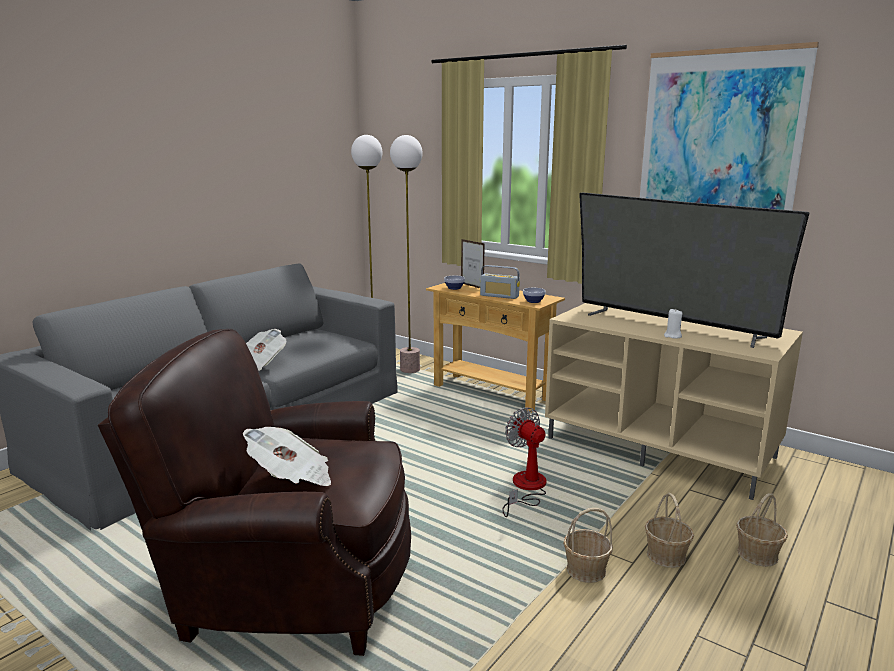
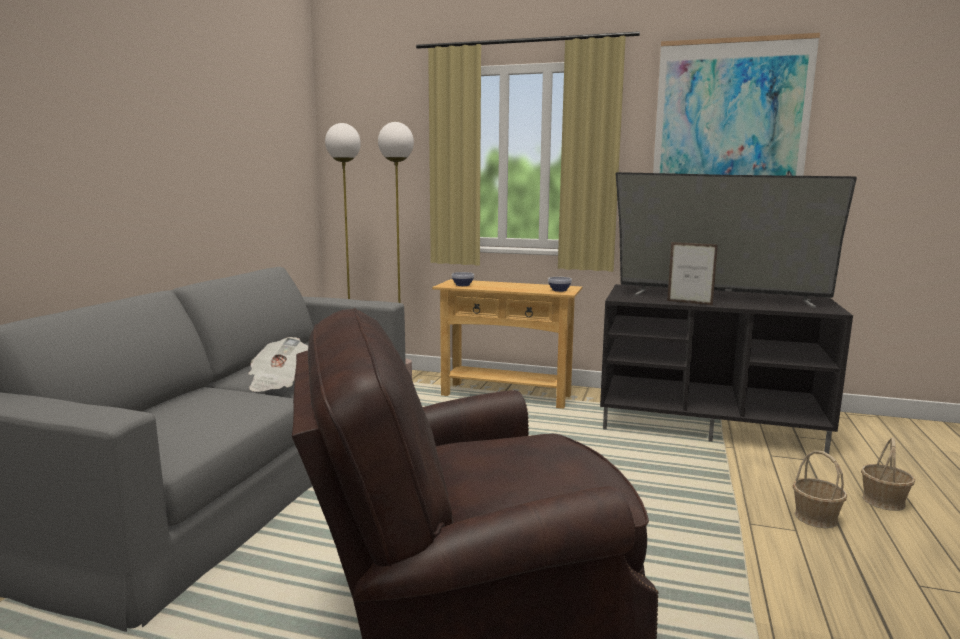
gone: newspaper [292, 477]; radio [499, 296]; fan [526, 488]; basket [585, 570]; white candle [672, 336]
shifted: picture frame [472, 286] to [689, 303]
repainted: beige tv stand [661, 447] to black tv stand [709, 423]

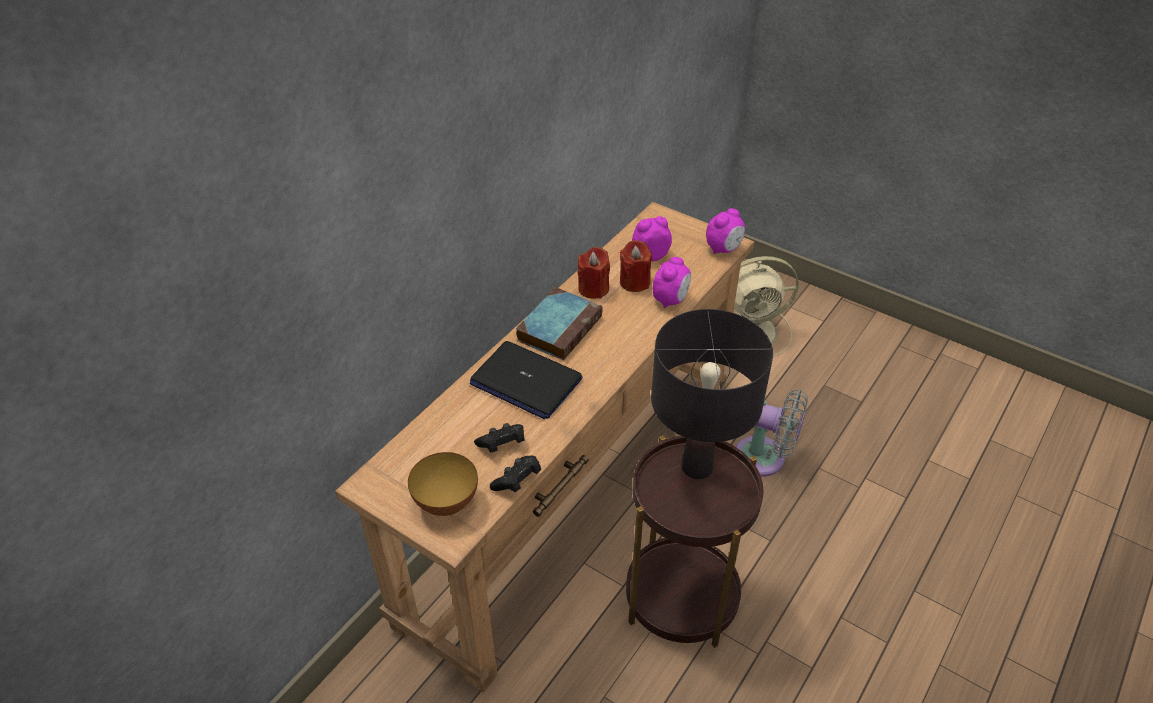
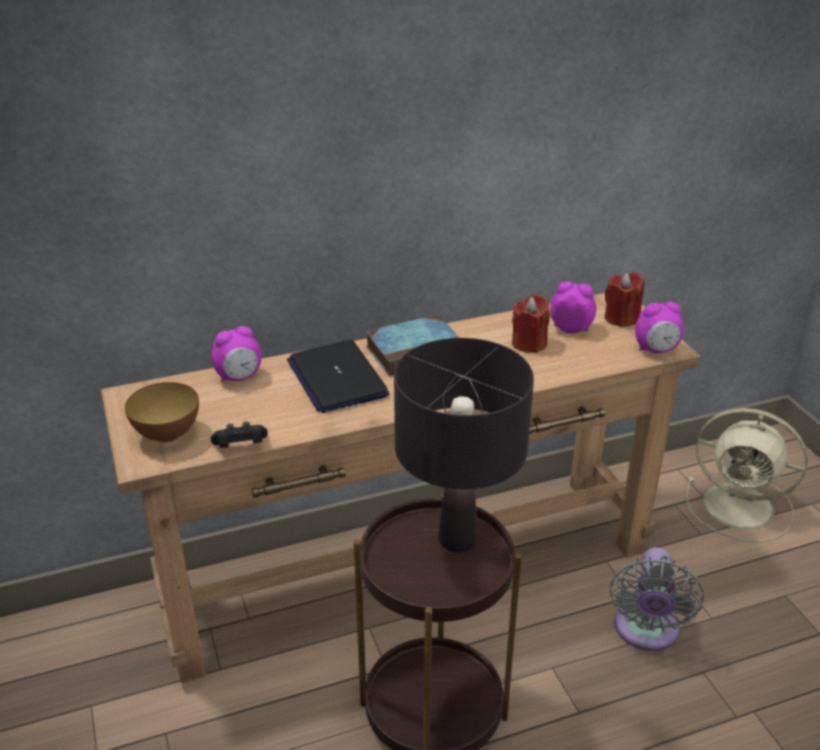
gone: black game controller [502, 445]
shifted: red candle [593, 289] to [621, 318]; alarm clock [670, 300] to [239, 377]
rotated: grey fan [765, 458] = [645, 632] 45 degrees clockwise

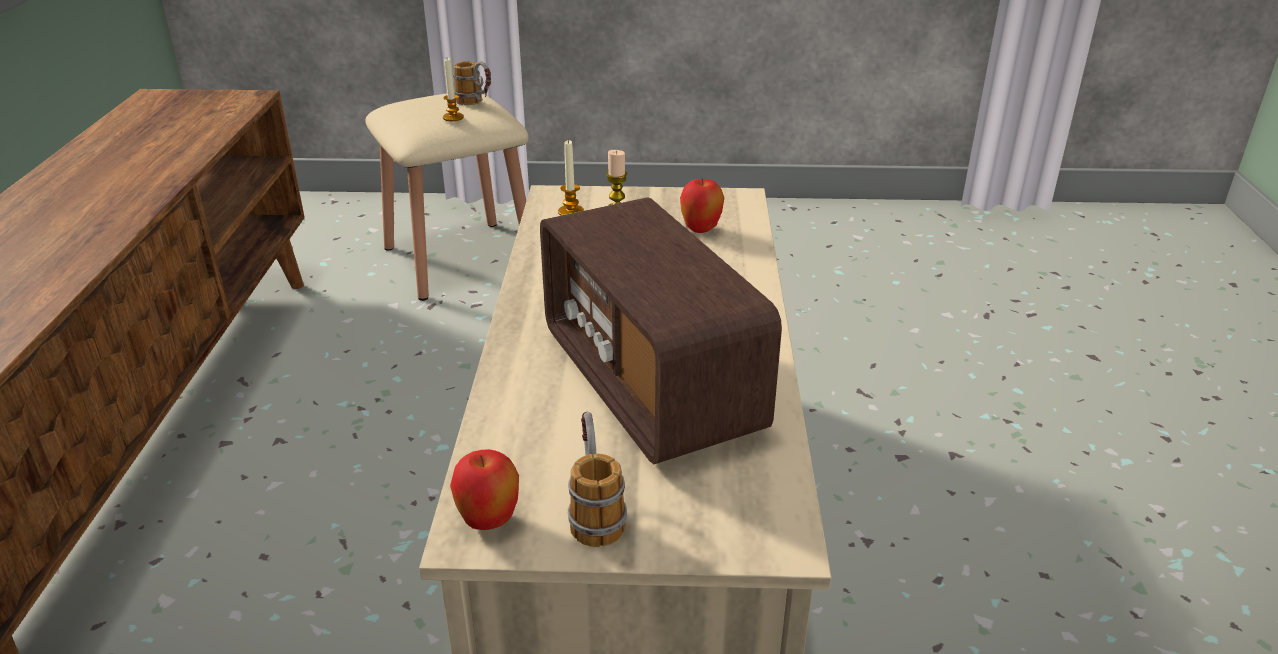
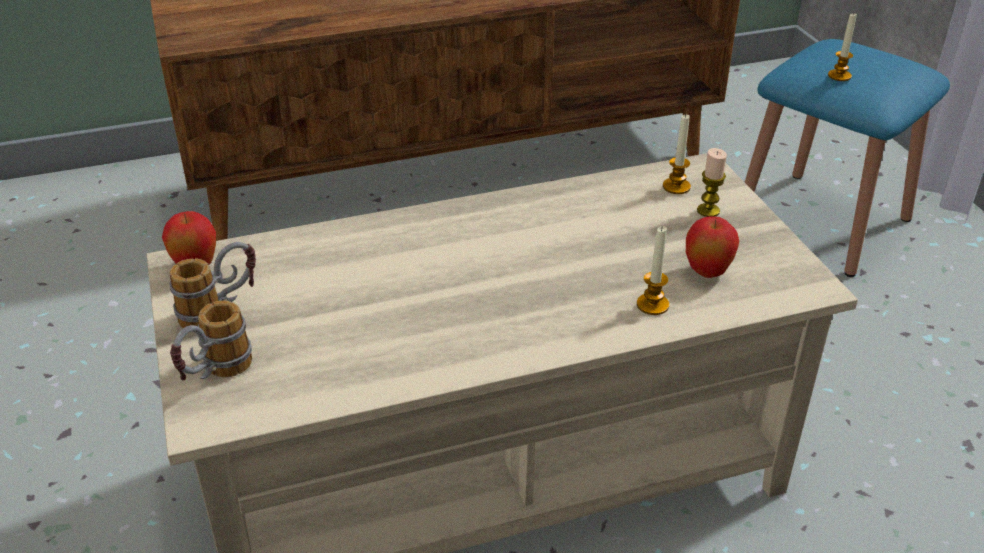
gone: radio [650, 384]
new: candle [652, 305]
shifted: mug [476, 104] to [215, 376]
repainted: beige stool [459, 259] to blue stool [821, 221]

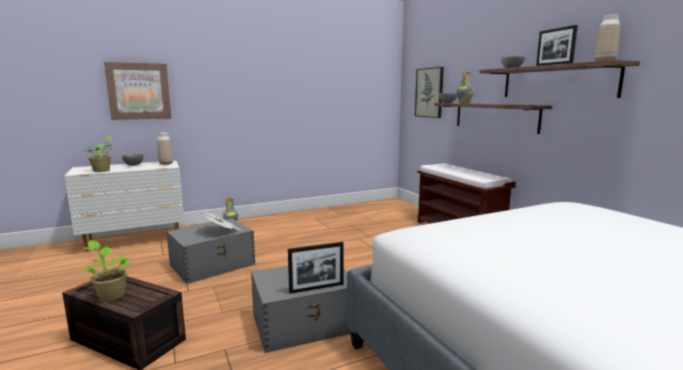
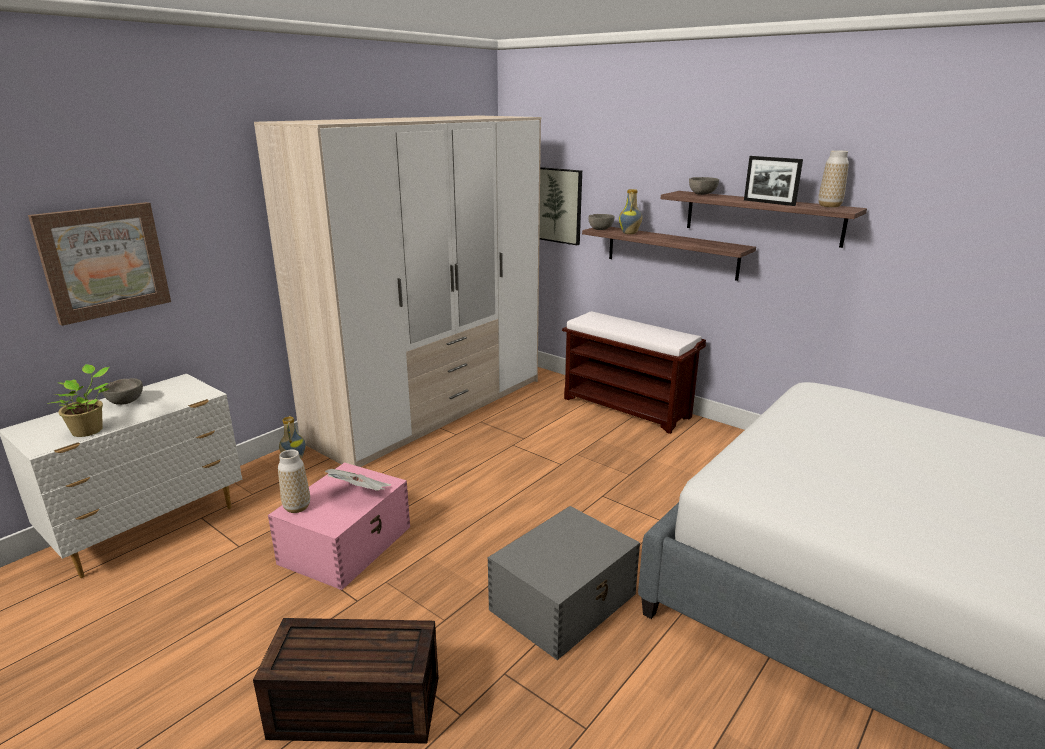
gone: potted plant [110, 295]; picture frame [316, 288]
new: wardrobe [432, 409]
shifted: vase [166, 164] to [297, 507]
repainted: grey storage box [213, 264] to pink storage box [347, 544]

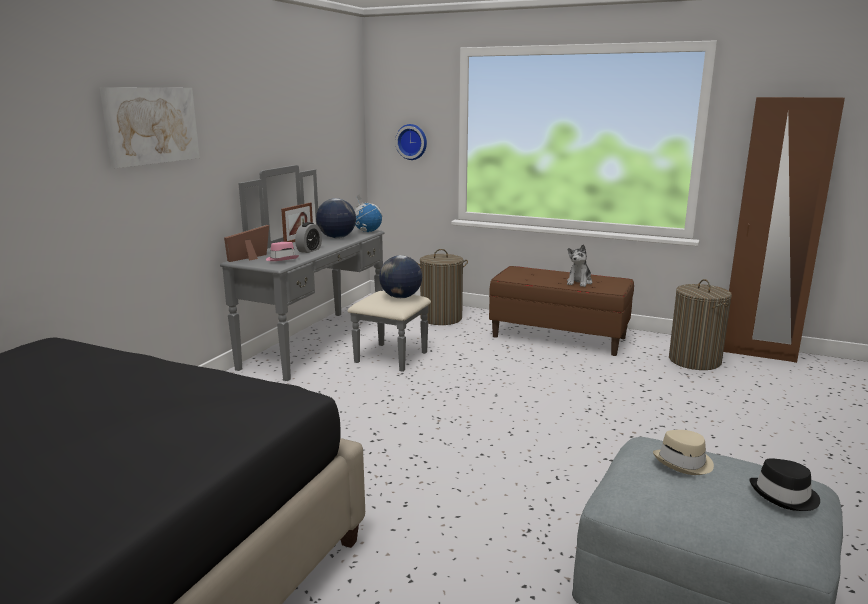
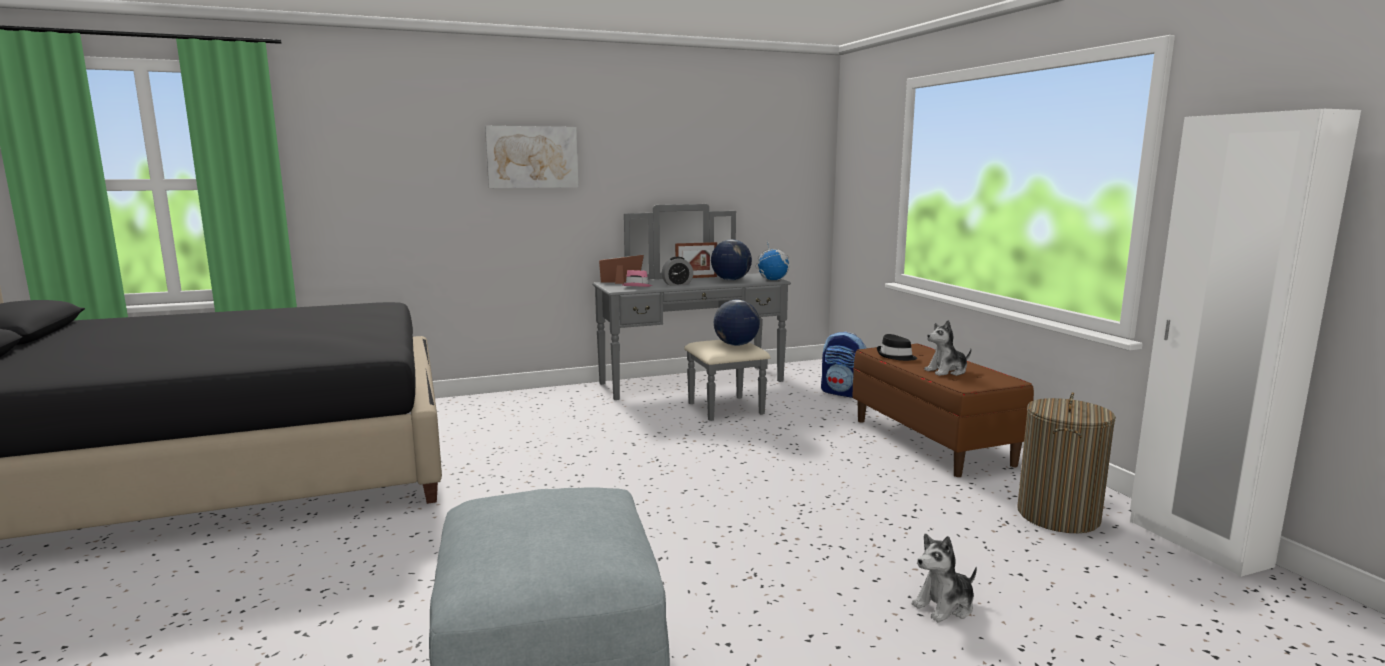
gone: wall clock [412, 142]; beige hat [684, 462]
new: plush toy [945, 606]
shifted: black hat [785, 496] to [896, 356]
swapped: laundry basket [441, 318] to backpack [844, 393]
repainted: brown wardrobe [757, 352] to white wardrobe [1196, 543]

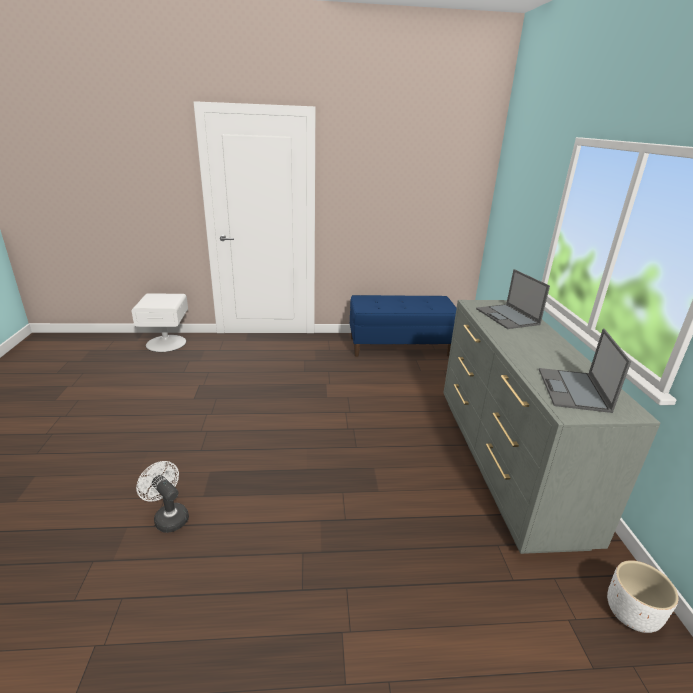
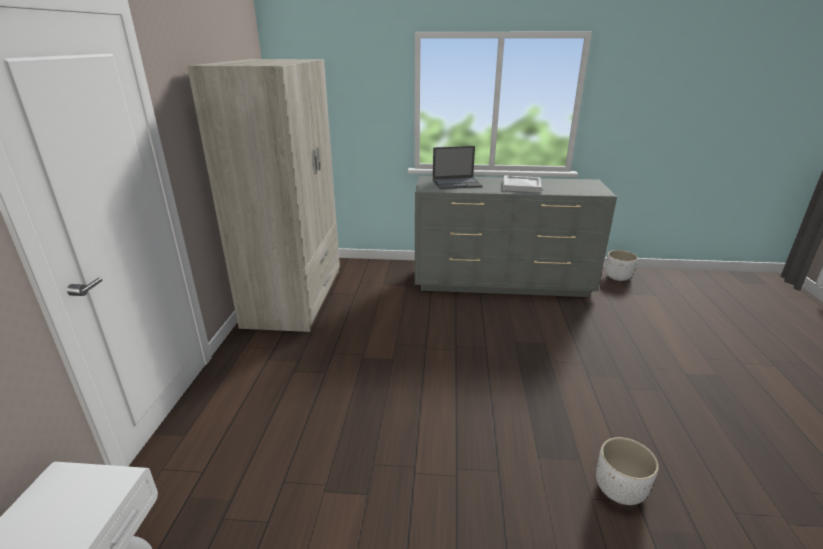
gone: laptop [573, 390]
new: white tray [520, 186]
swapped: white fan [168, 517] to white planter [620, 489]; blue bench [400, 346] to beige wardrobe [295, 297]

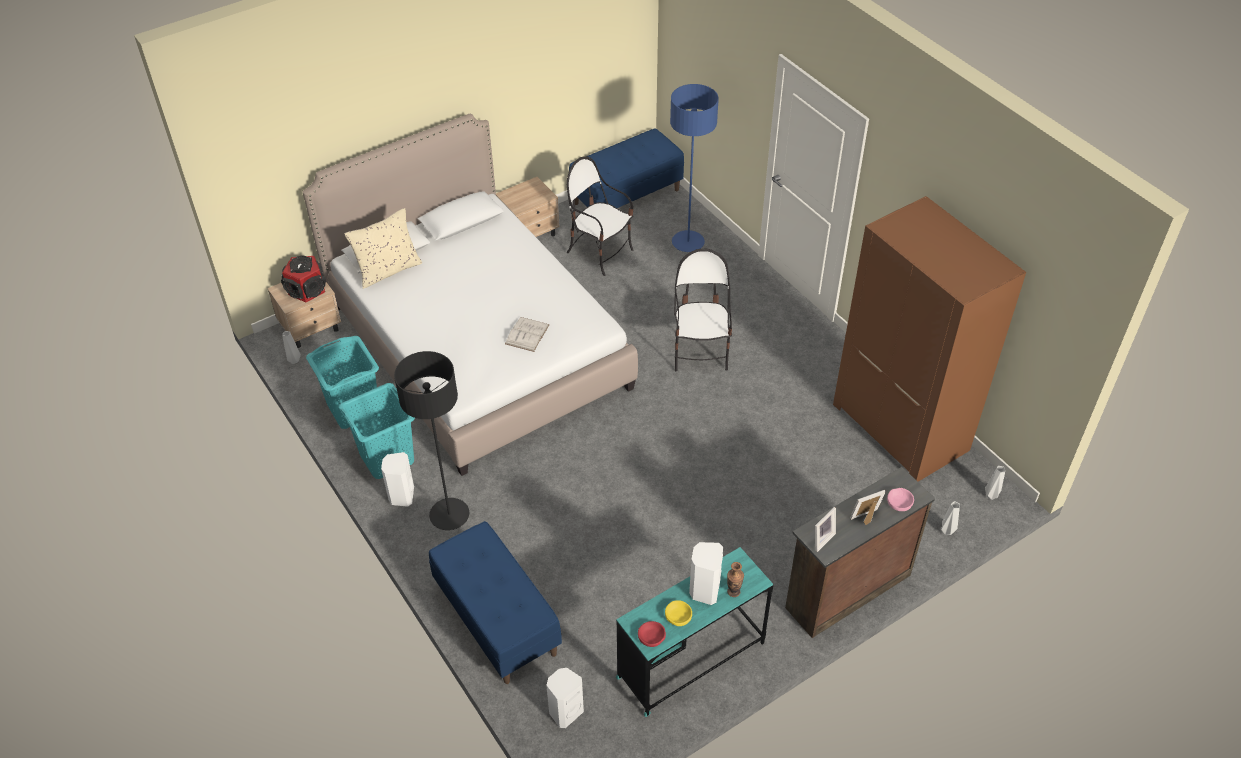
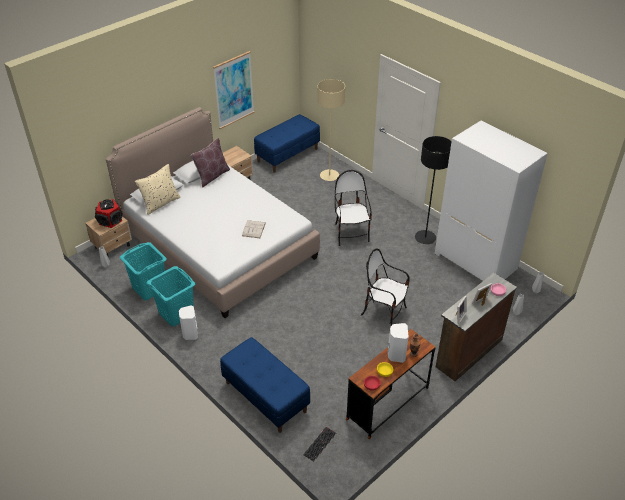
new: brown pillow [212, 176]; picture [234, 90]
shifted: black floor lamp [449, 515] to [425, 238]; chair [600, 253] to [384, 312]
swapped: white speaker [565, 711] to keyboard [319, 443]
repainted: turquoise desk [691, 660] to brown desk [388, 403]; blue floor lamp [688, 242] to beige floor lamp [329, 176]; brown wardrobe [901, 428] to white wardrobe [476, 261]

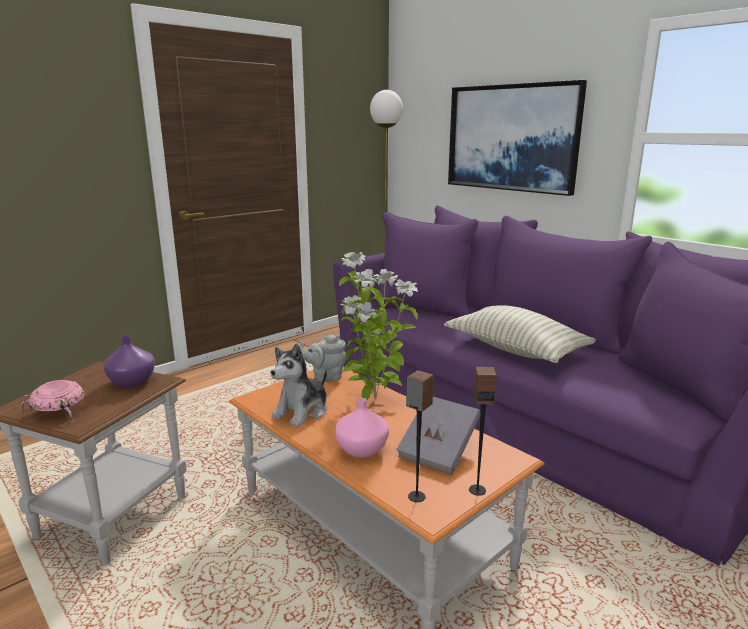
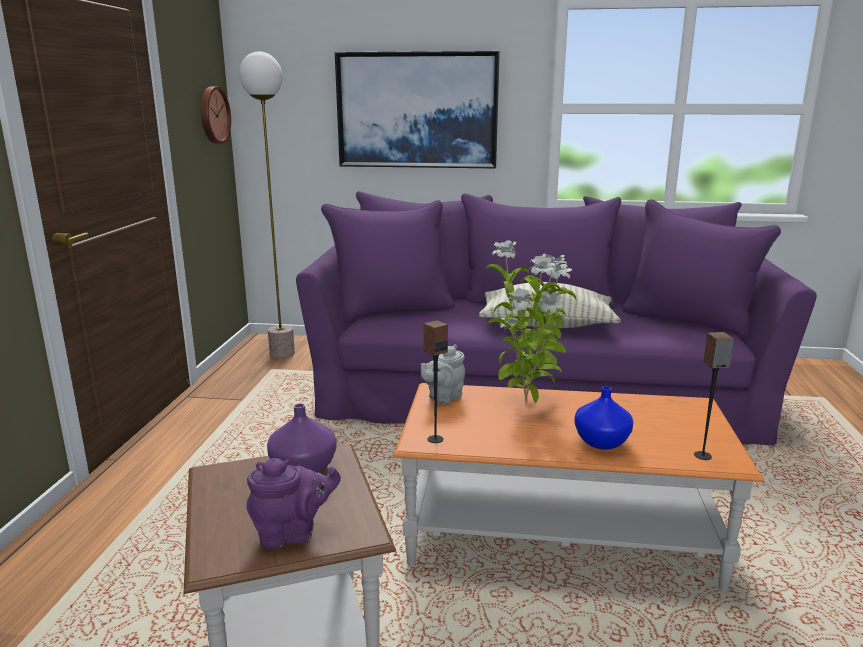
gone: plush toy [302, 411]; grey book [438, 450]
new: wall clock [213, 115]
shifted: speaker [477, 490] to [435, 439]
swapped: pink bowl [59, 411] to purple teapot [292, 533]
repainted: pink vase [361, 449] to blue vase [600, 442]

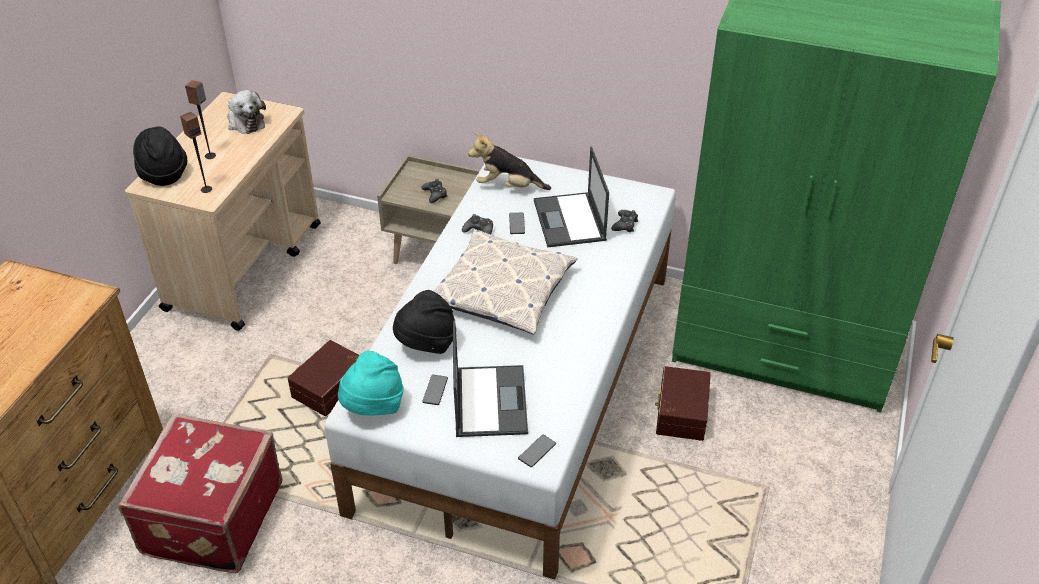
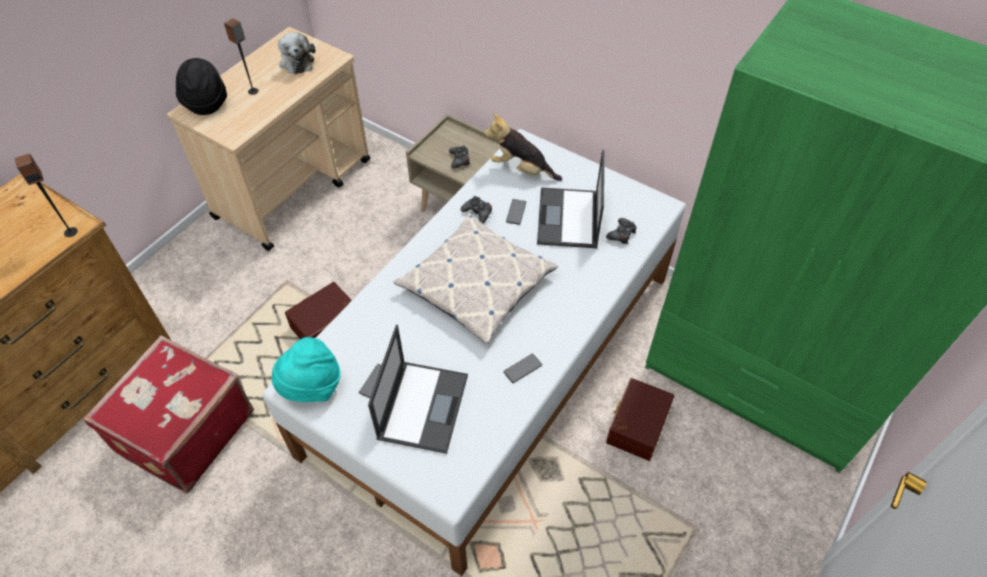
gone: black hat [426, 344]
shifted: speaker [206, 189] to [71, 232]; phone [537, 451] to [522, 368]

